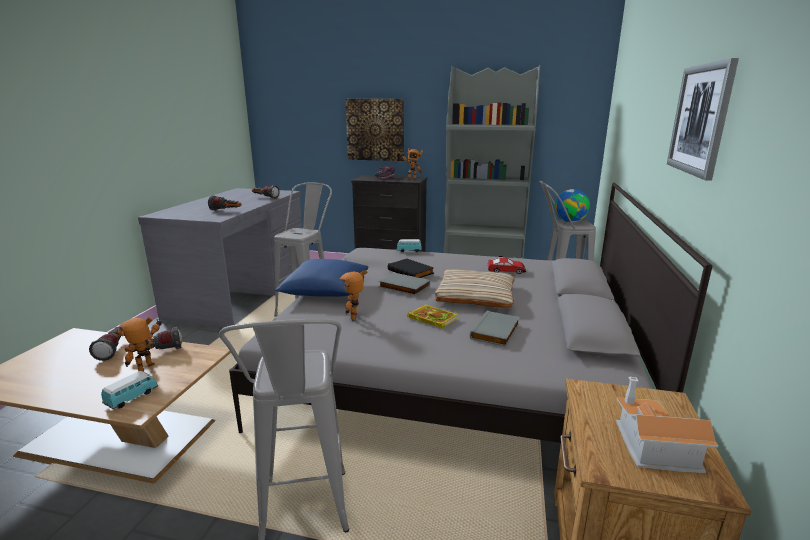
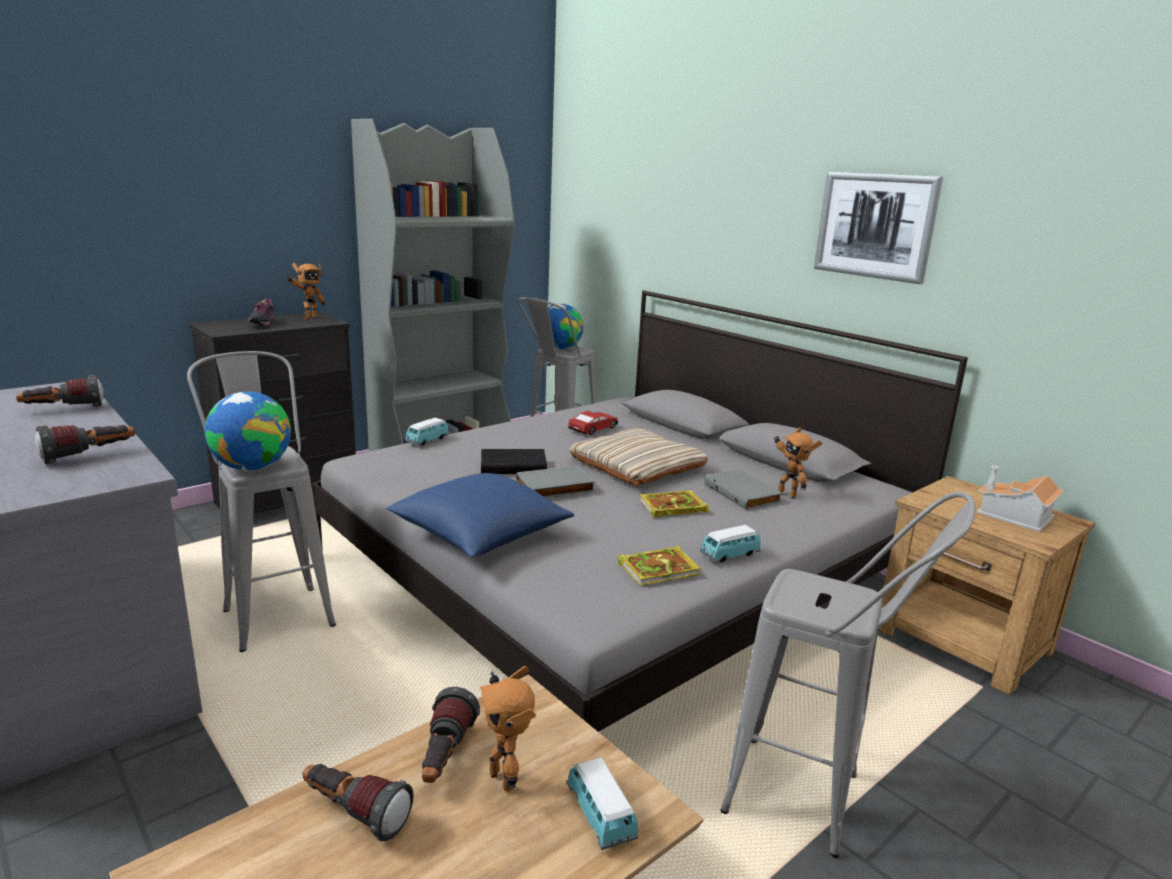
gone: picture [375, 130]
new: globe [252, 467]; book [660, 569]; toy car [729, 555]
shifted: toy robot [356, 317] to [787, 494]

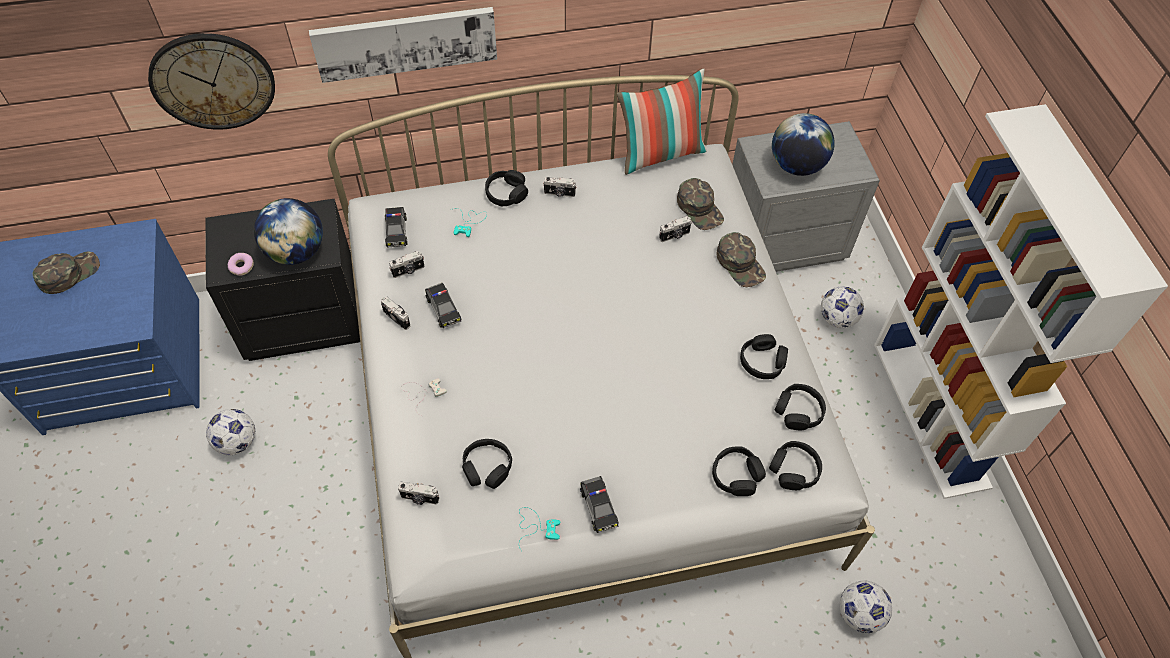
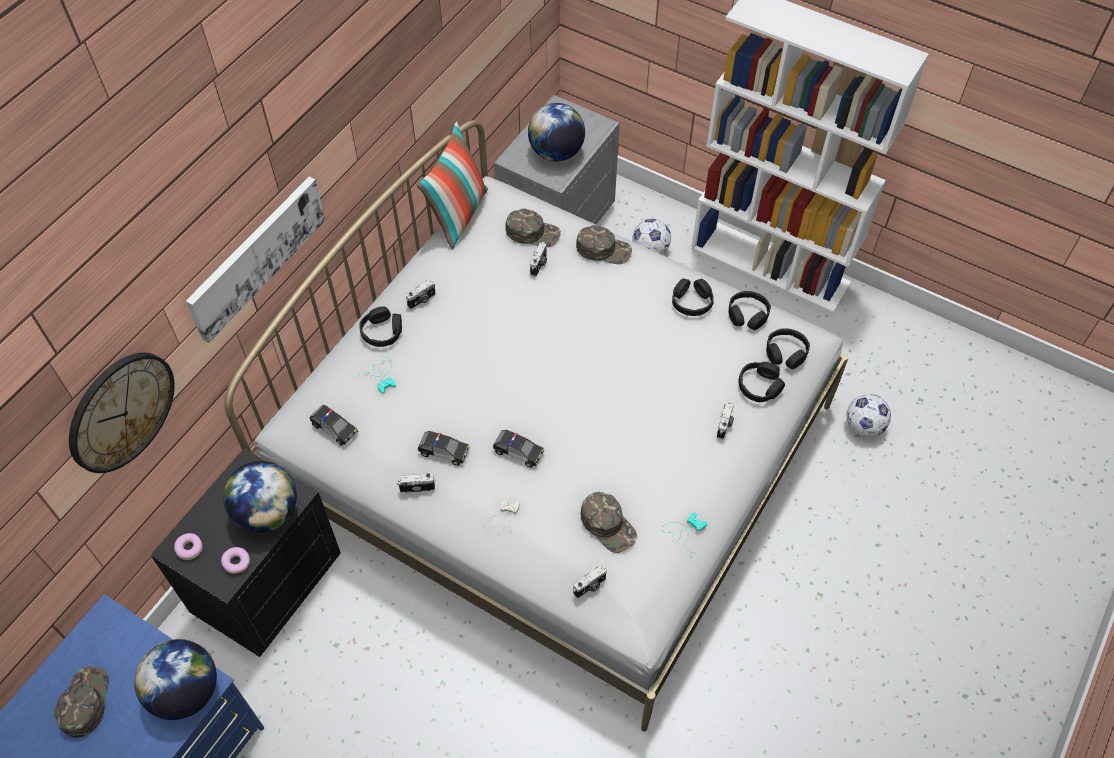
gone: football [237, 442]
new: globe [186, 692]; donut [189, 548]
shifted: photo camera [408, 271] to [725, 425]; toy car [598, 507] to [518, 452]
swapped: black headphones [487, 467] to green cap [608, 525]

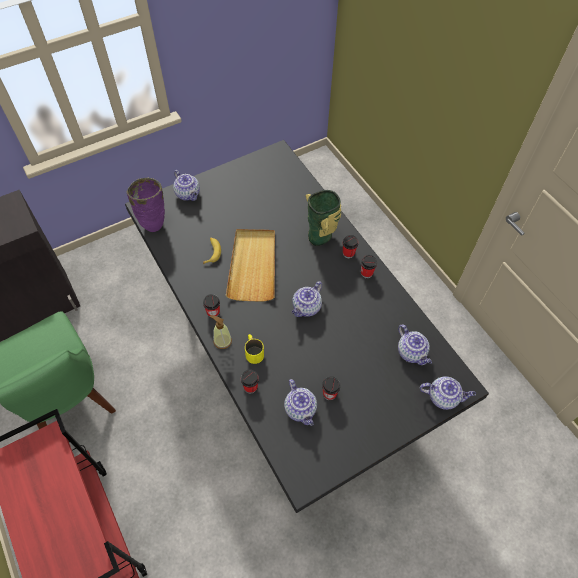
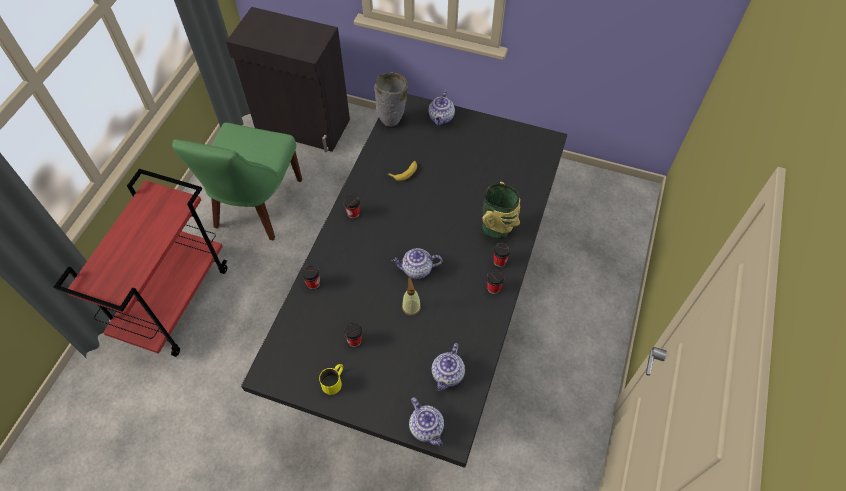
gone: beige tray [253, 266]; teapot [301, 410]
shifted: soap dispenser [222, 341] to [411, 307]; yellow mug [253, 351] to [334, 380]
repainted: purple vase [154, 224] to grey vase [393, 120]

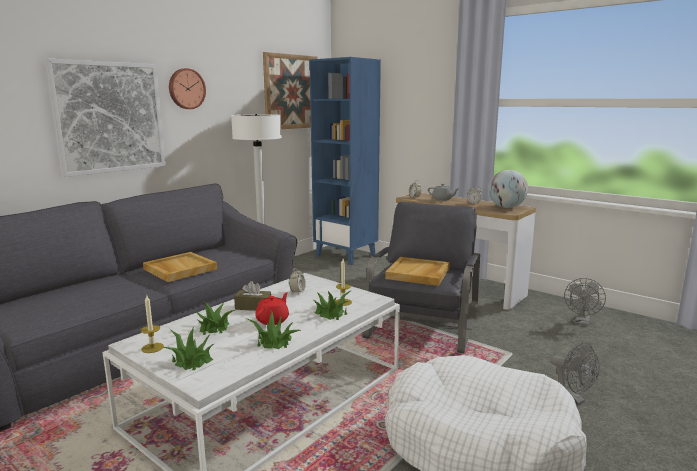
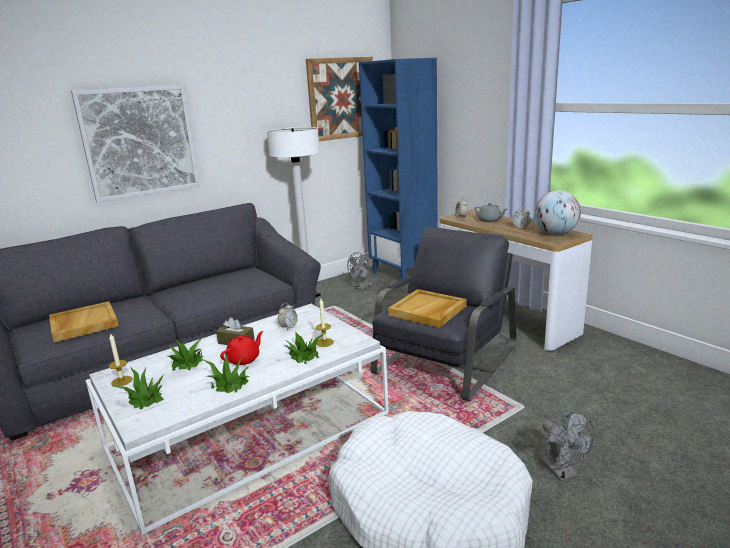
gone: wall clock [186, 89]
shifted: beige tray [179, 269] to [83, 324]; grey fan [581, 322] to [362, 288]

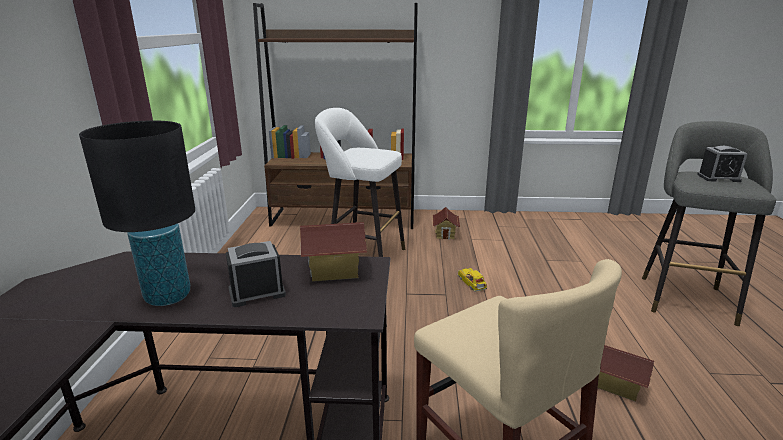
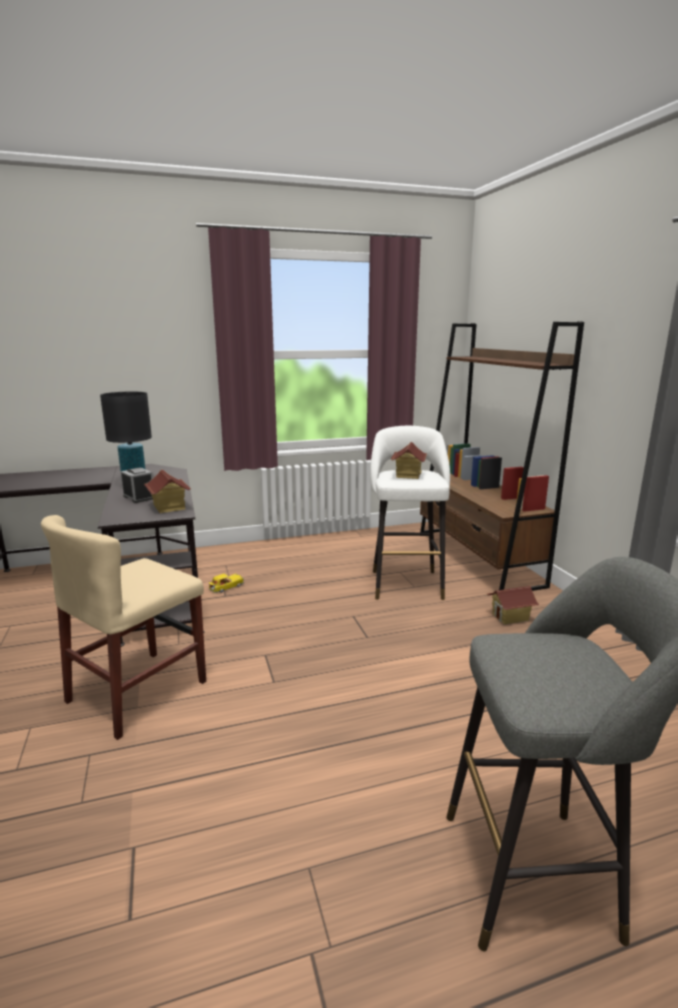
gone: alarm clock [718, 178]
shifted: toy car [472, 283] to [226, 587]; toy house [618, 386] to [408, 475]

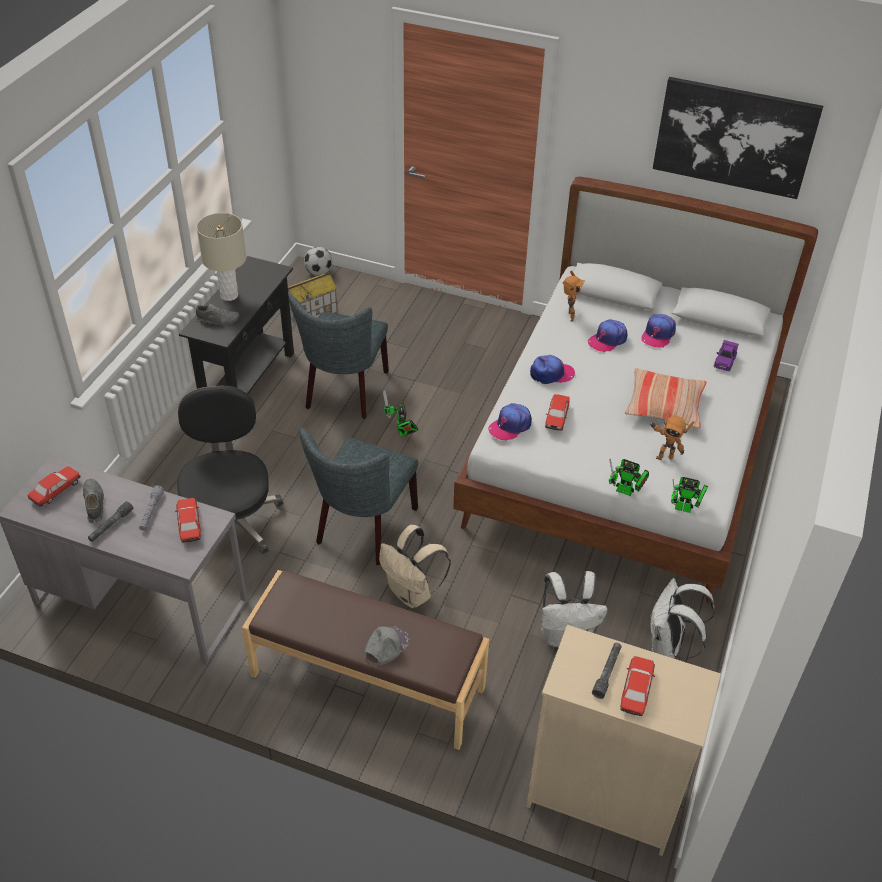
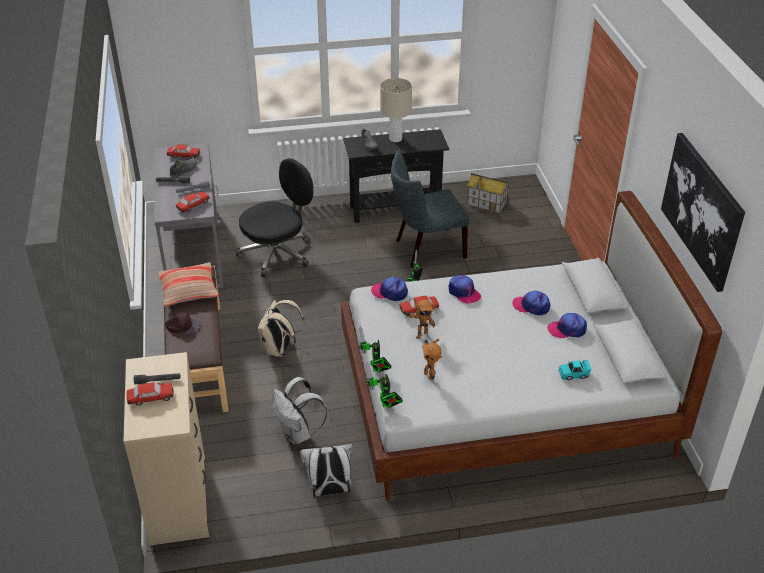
gone: grey chair [363, 529]; football [319, 272]
shifted: toy robot [568, 317] to [420, 334]; pillow [664, 405] to [188, 290]
repainted: grey cap [386, 646] to brown cap [182, 326]; purple toy car [725, 361] to turquoise toy car [573, 374]

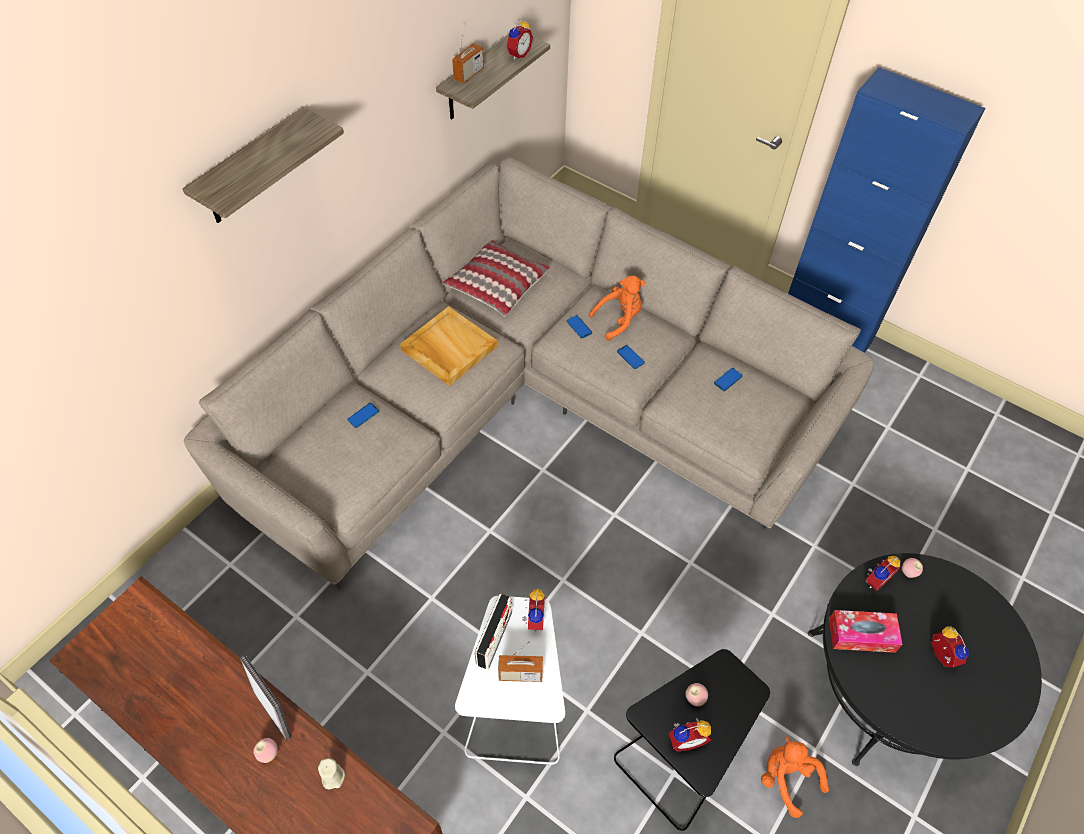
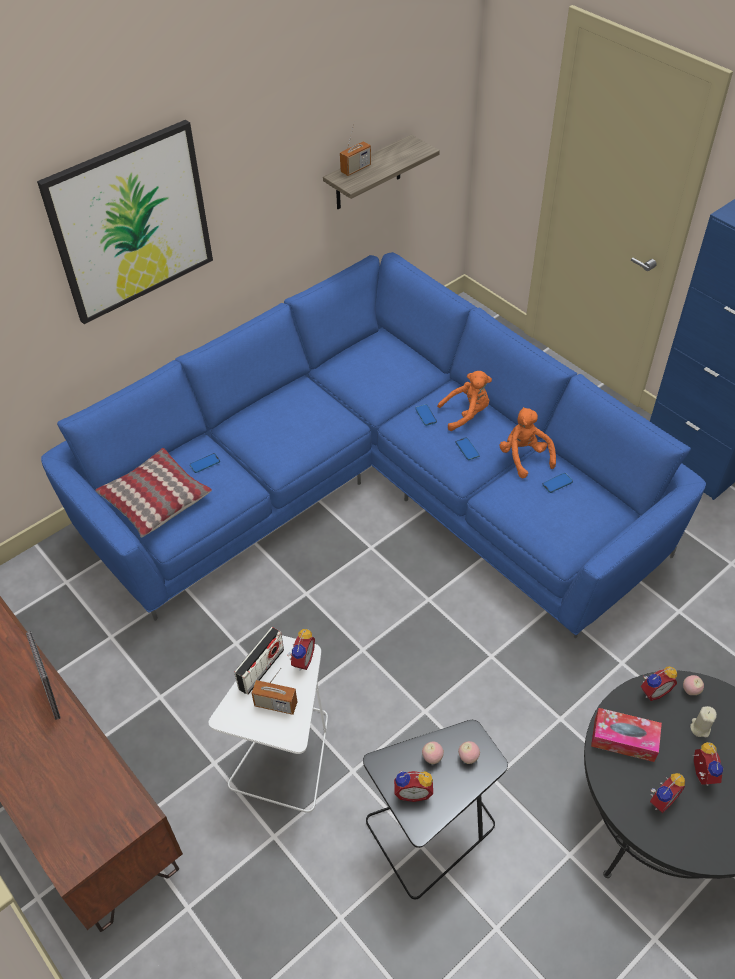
gone: beige tray [448, 348]
shifted: apple [268, 753] to [468, 757]; beige candle [333, 776] to [700, 728]; pillow [496, 285] to [155, 499]; alarm clock [518, 54] to [660, 799]; orange plush toy [786, 778] to [524, 457]
swapped: shelf [252, 169] to picture [131, 223]
repainted: beige sofa [528, 406] to blue sofa [373, 488]

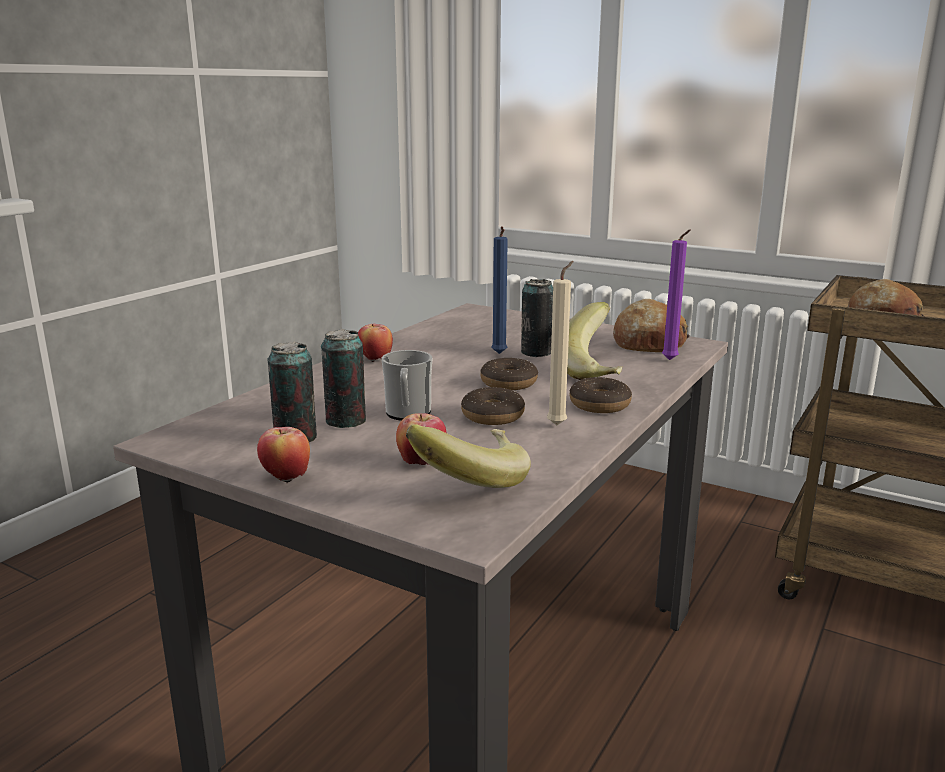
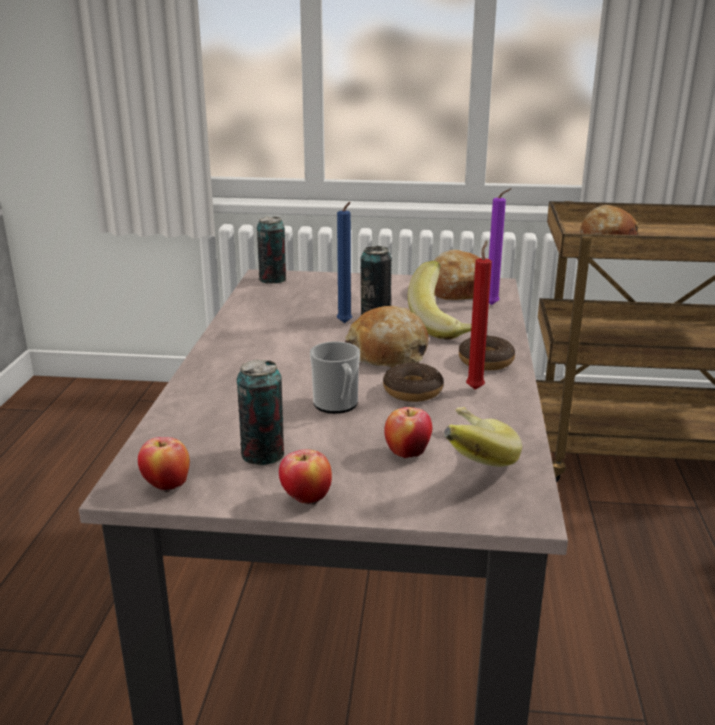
shifted: can [346, 421] to [272, 280]; apple [375, 360] to [166, 486]
swapped: donut [508, 383] to bread [388, 353]
repainted: beige candle [559, 424] to red candle [475, 388]

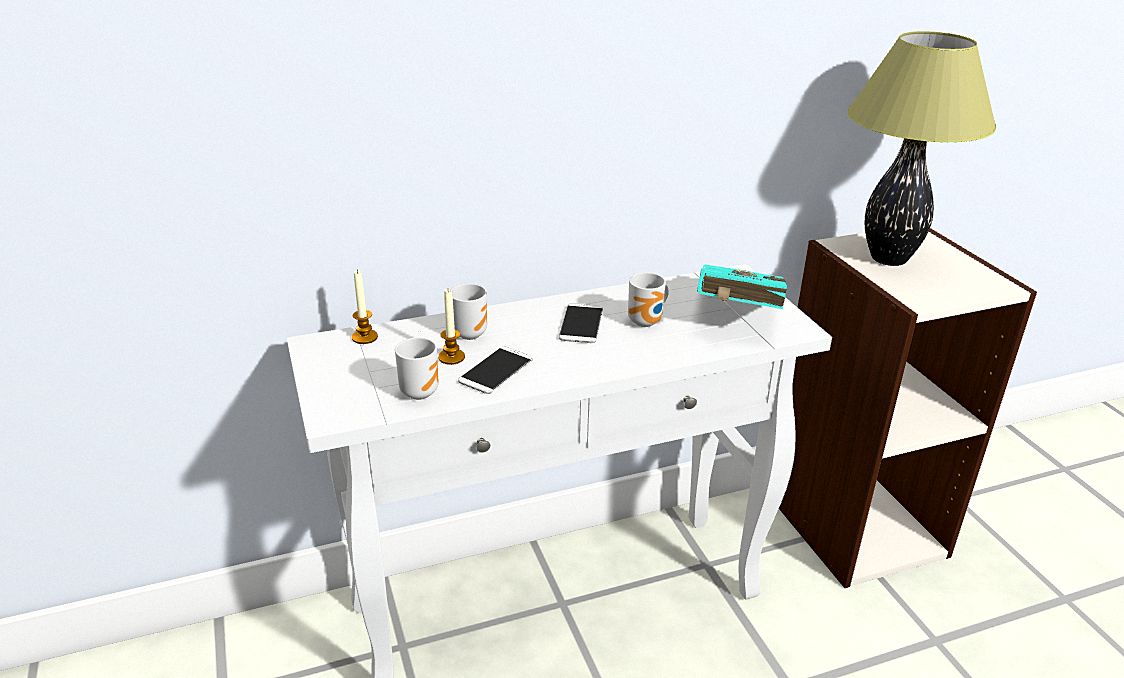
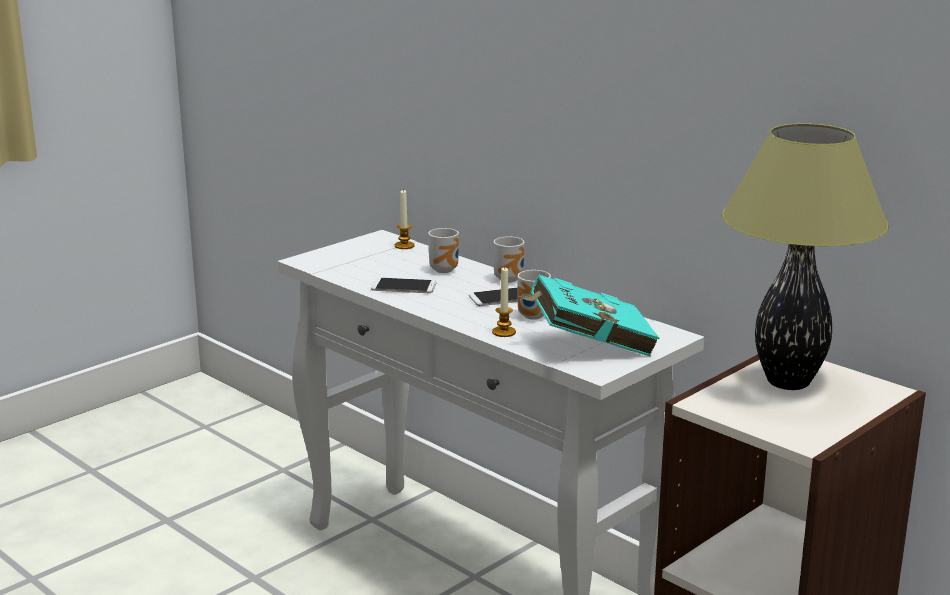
shifted: mug [419, 391] to [511, 279]; candle [451, 357] to [504, 332]

